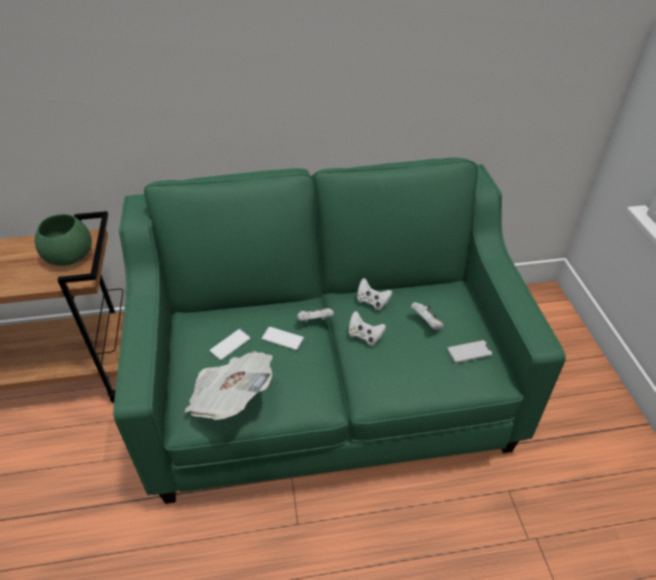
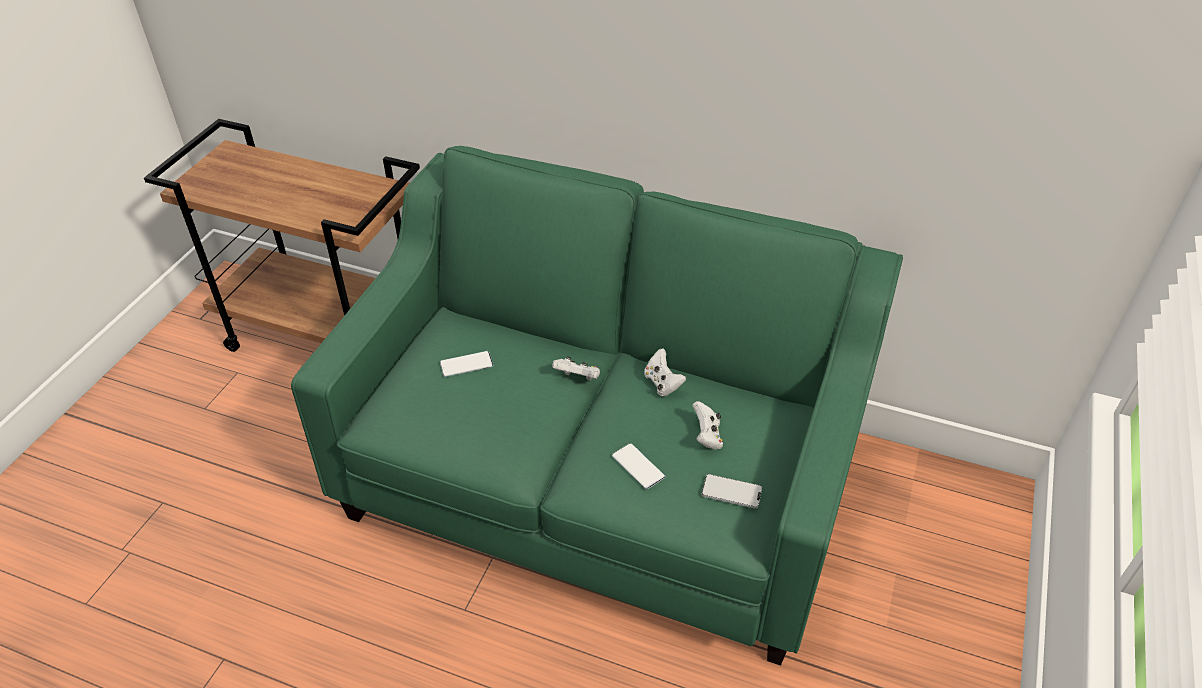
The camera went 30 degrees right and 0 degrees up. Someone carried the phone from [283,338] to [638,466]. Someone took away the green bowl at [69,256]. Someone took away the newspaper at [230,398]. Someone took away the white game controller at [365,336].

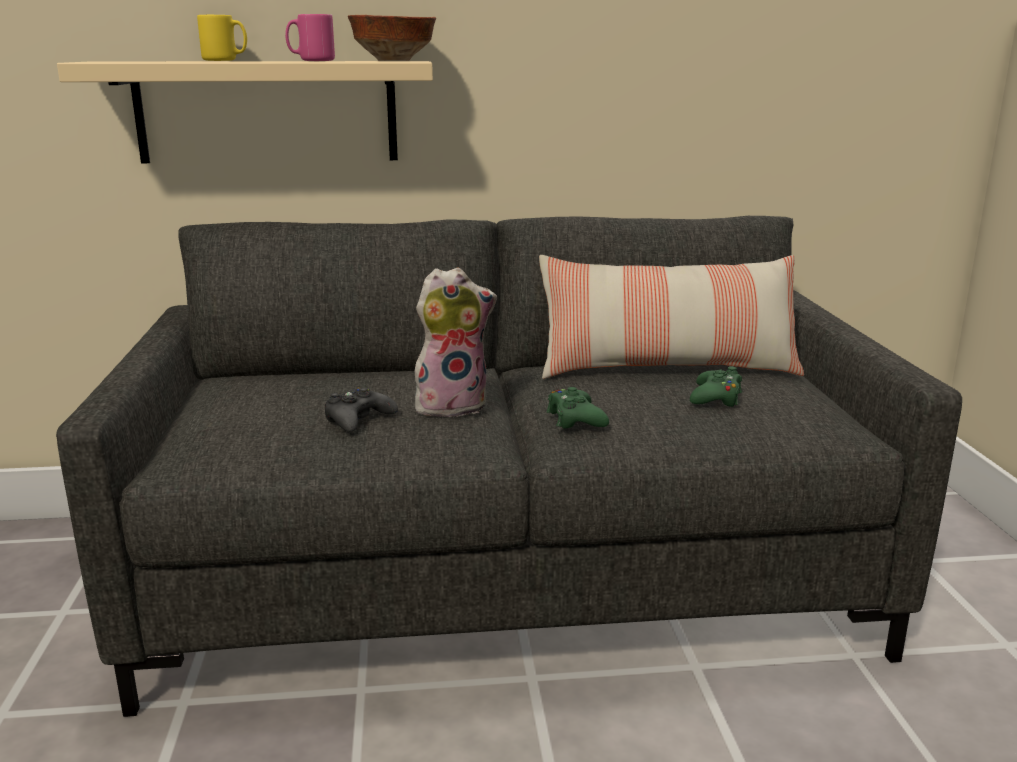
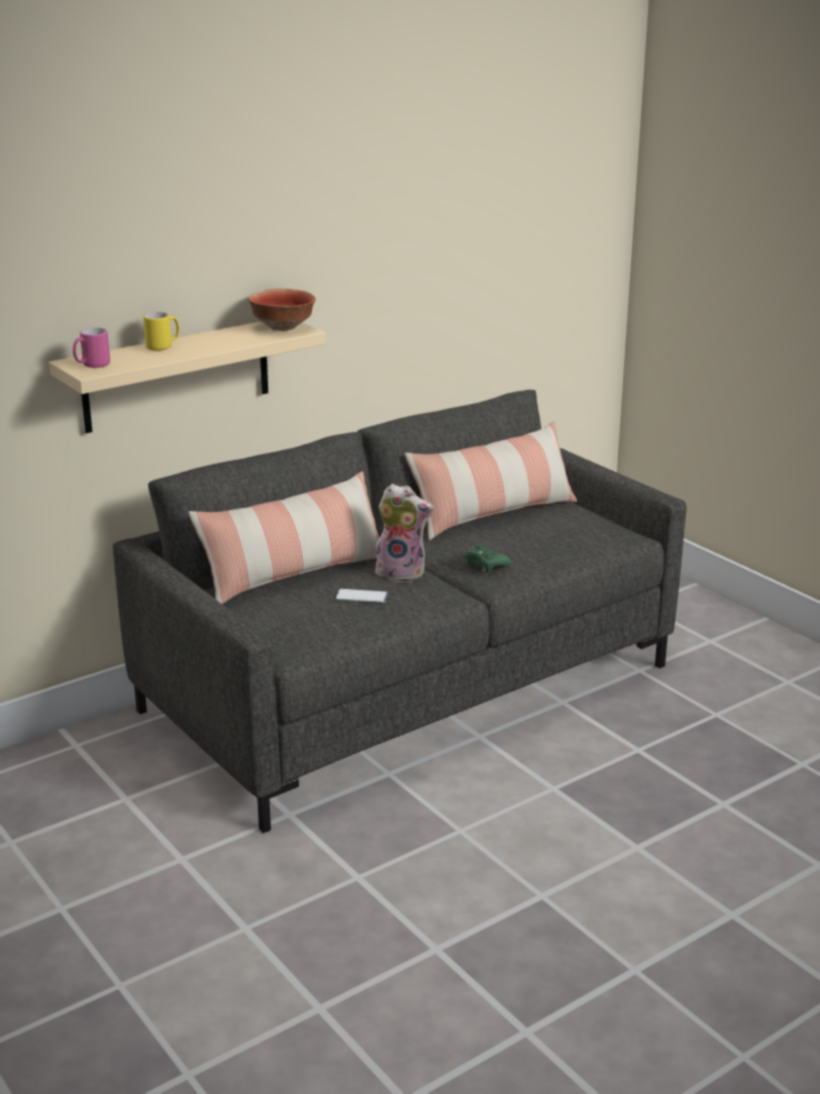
The camera went 30 degrees left and 5 degrees up. Someone carried the pink mug from [311,61] to [92,365]. Someone put down the pillow at [294,574]. Someone swapped the black game controller at [358,419] for the phone at [361,596]. Someone rotated the plush toy at [452,405] by 60 degrees clockwise. Someone took away the green game controller at [716,398].

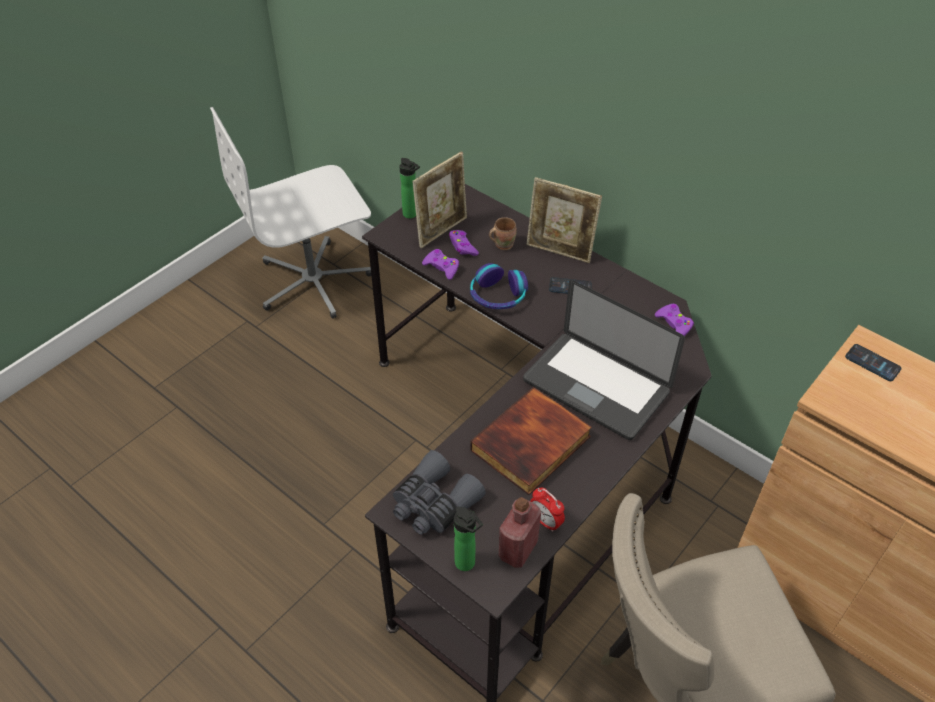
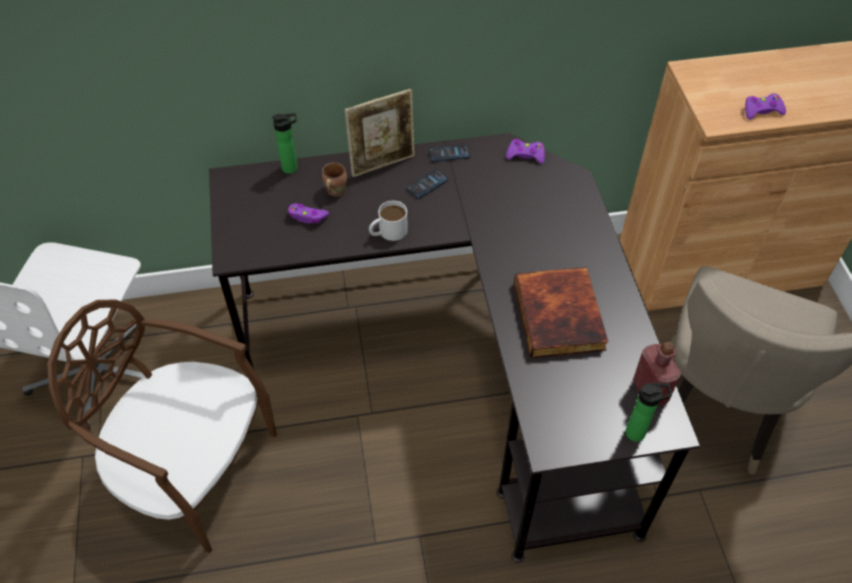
The camera went 50 degrees left and 5 degrees up. Someone put down the brown chair at [194,470]. Someone carried the bottle from [411,215] to [292,168]. Someone swapped the headphones at [498,295] for the white mug at [388,232]. Someone carried the phone from [872,363] to [449,153]. Someone carried the purple game controller from [442,267] to [762,110]. Someone took away the grey binoculars at [433,504]. Someone took away the picture frame at [442,230]. Someone took away the laptop at [596,387]. Someone took away the alarm clock at [545,521].

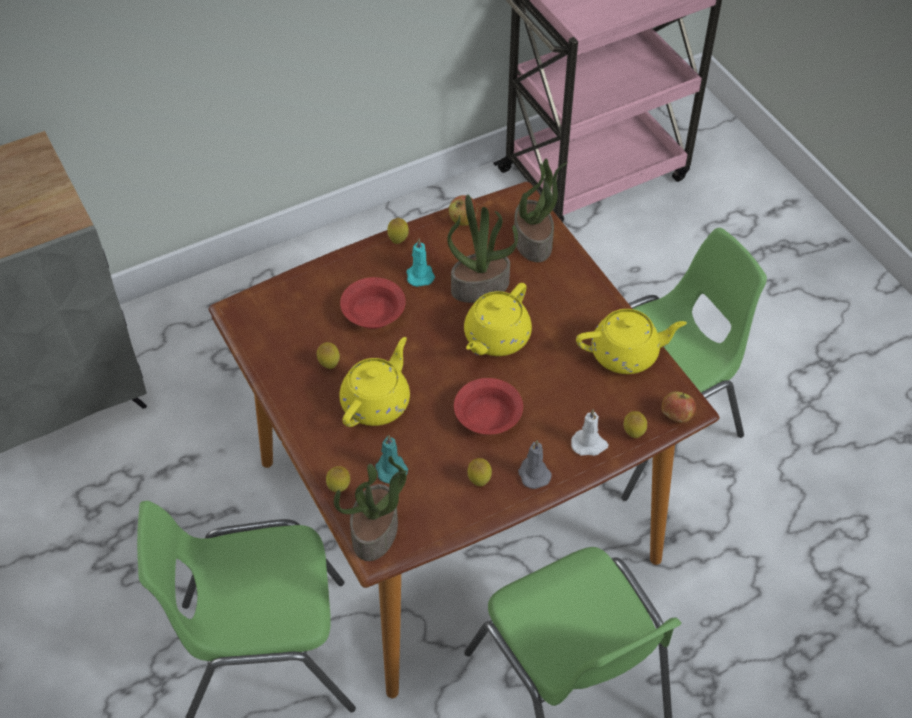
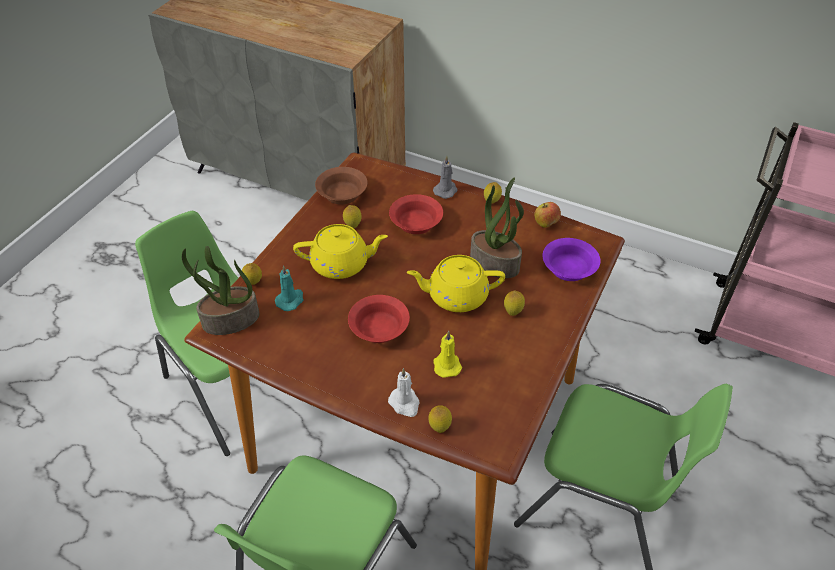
The camera went 55 degrees right and 5 degrees down. Someone put down the brown bowl at [342,195]. Someone carried the grey candle from [533,473] to [446,190]. Someone put down the yellow candle at [446,365]. Someone carried the lemon from [479,481] to [513,312]. Someone swapped the potted plant at [534,241] for the purple bowl at [569,270]. Someone took away the turquoise candle at [419,275]. Someone took away the yellow teapot at [626,354]. Someone took away the apple at [676,416].

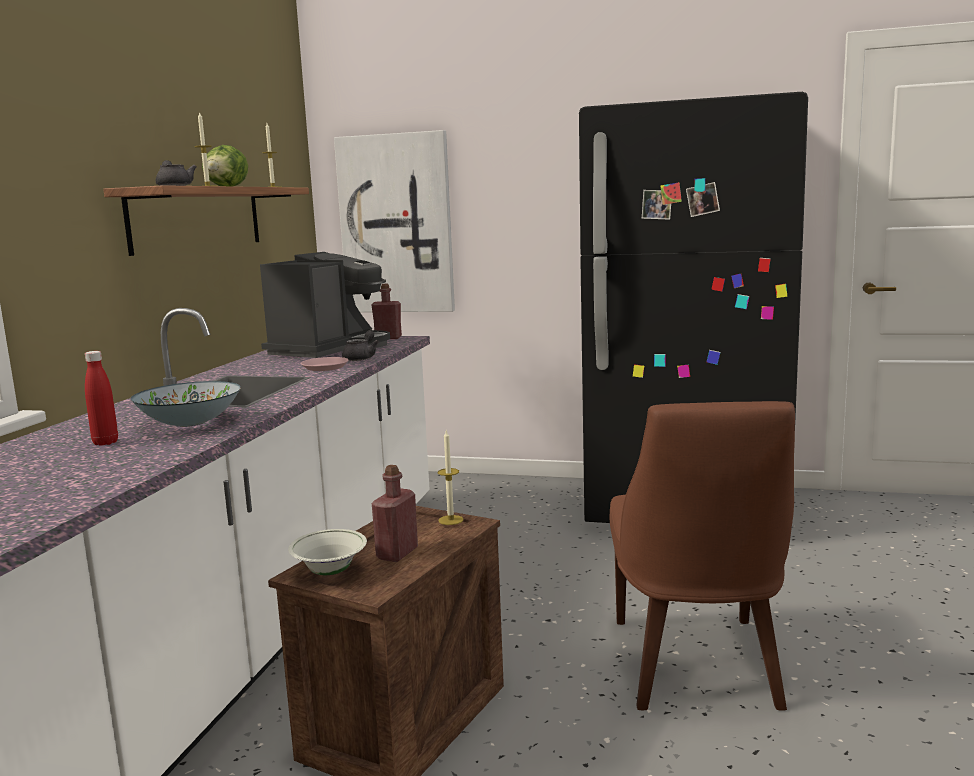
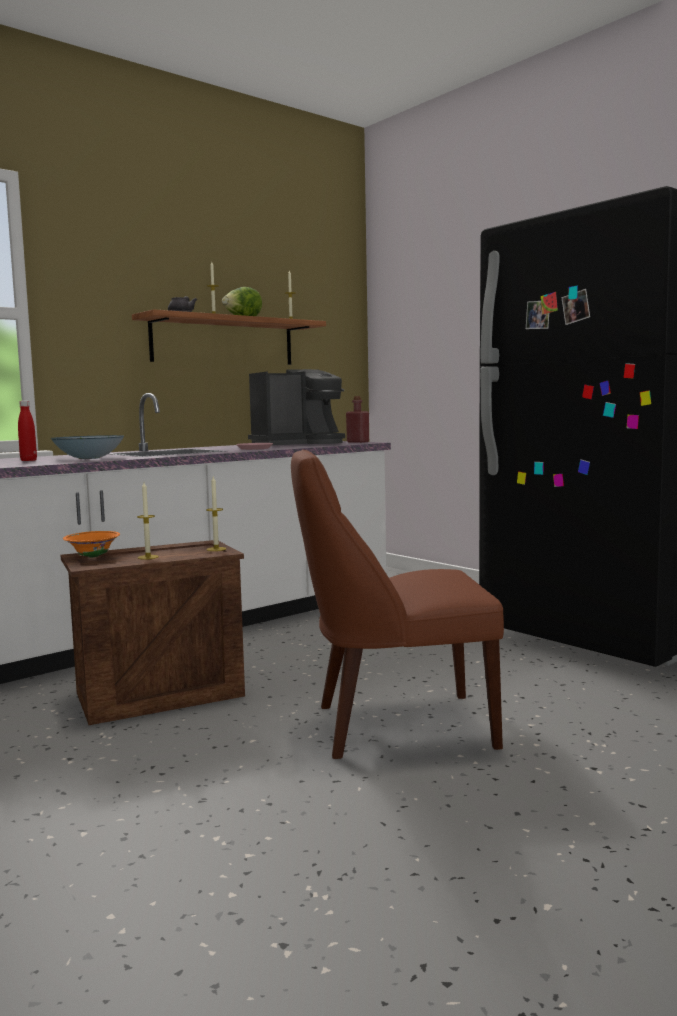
The camera went 35 degrees right and 5 degrees down. Someone repainted the white bowl at [330,572], which became the orange bowl at [93,556]. Someone swapped the red bottle at [397,553] for the candle at [148,557]. Someone rotated the brown chair at [696,667] by 45 degrees clockwise. Someone took away the picture at [396,224]. Someone took away the grey teapot at [361,358].

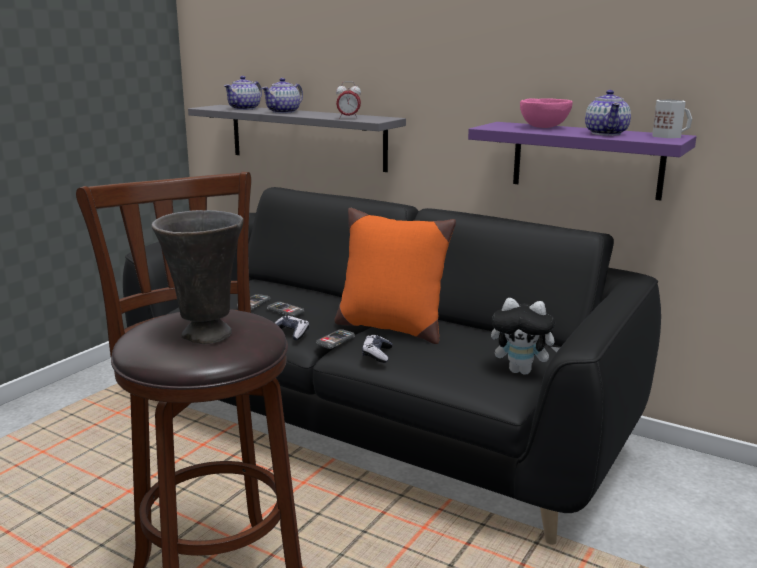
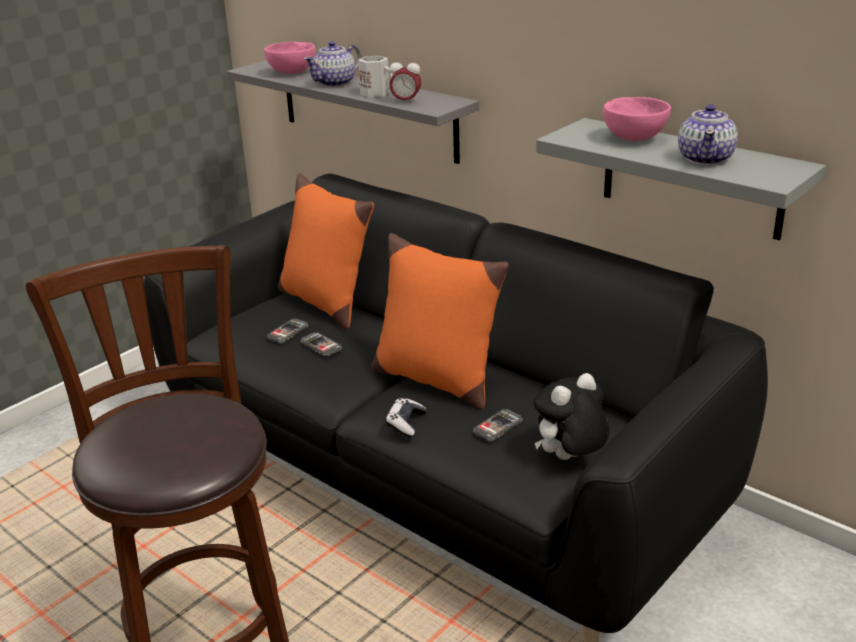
The camera went 10 degrees right and 10 degrees up. Someone swapped the teapot at [245,108] for the pink bowl at [293,73]. Someone put down the orange pillow at [325,302]. Someone carried the white mug from [667,136] to [376,93]. Someone carried the phone from [335,340] to [497,427]. Someone rotated the plush toy at [522,371] by 120 degrees clockwise. Someone repainted the purple shelf at [586,160], which became the grey shelf at [691,178]. Someone took away the grey vase at [206,336]. Someone took away the game controller at [290,333].

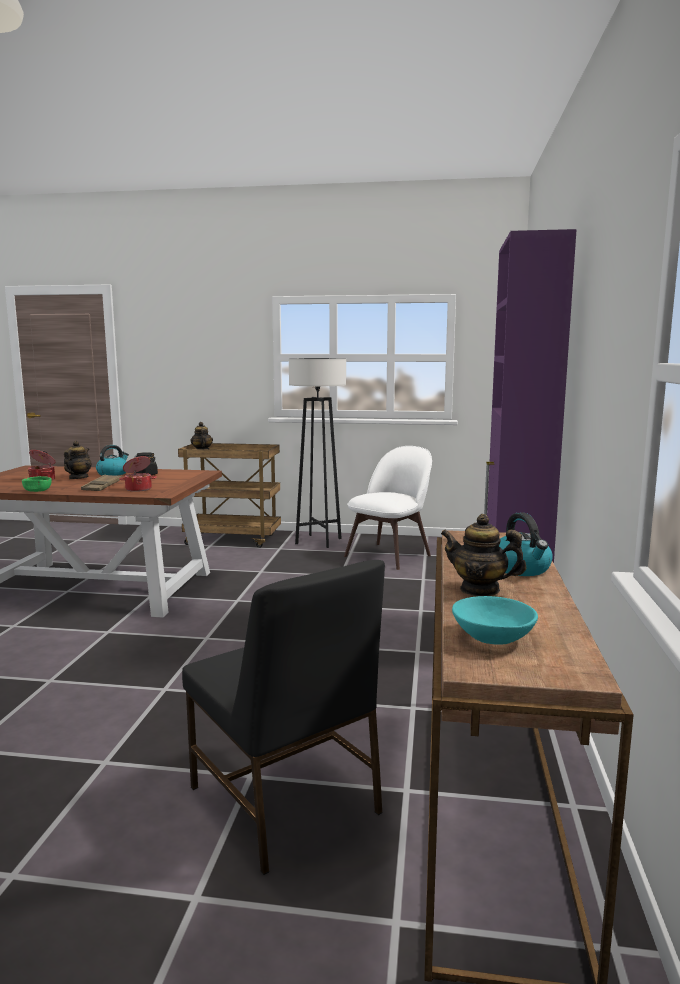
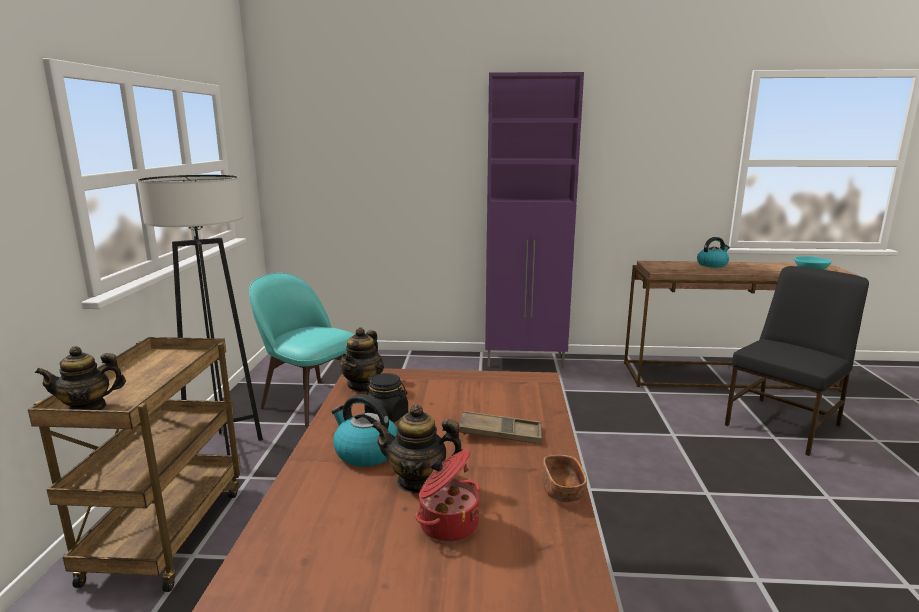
The camera went 95 degrees left and 5 degrees up. Someone repainted the white chair at [389,555], which became the turquoise chair at [310,401]. Someone carried the teapot from [480,590] to [363,385]. Someone repainted the green bowl at [37,490], which became the brown bowl at [563,492]. Someone took away the cooking pot at [138,489].

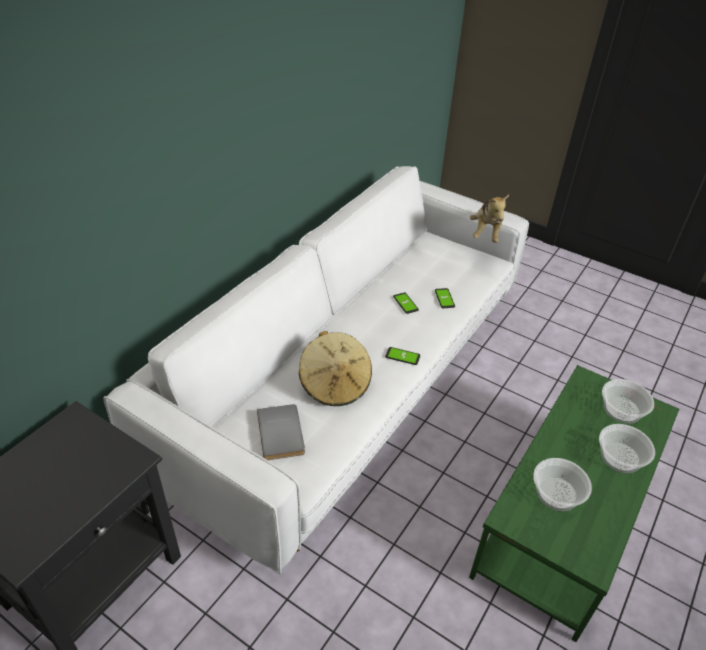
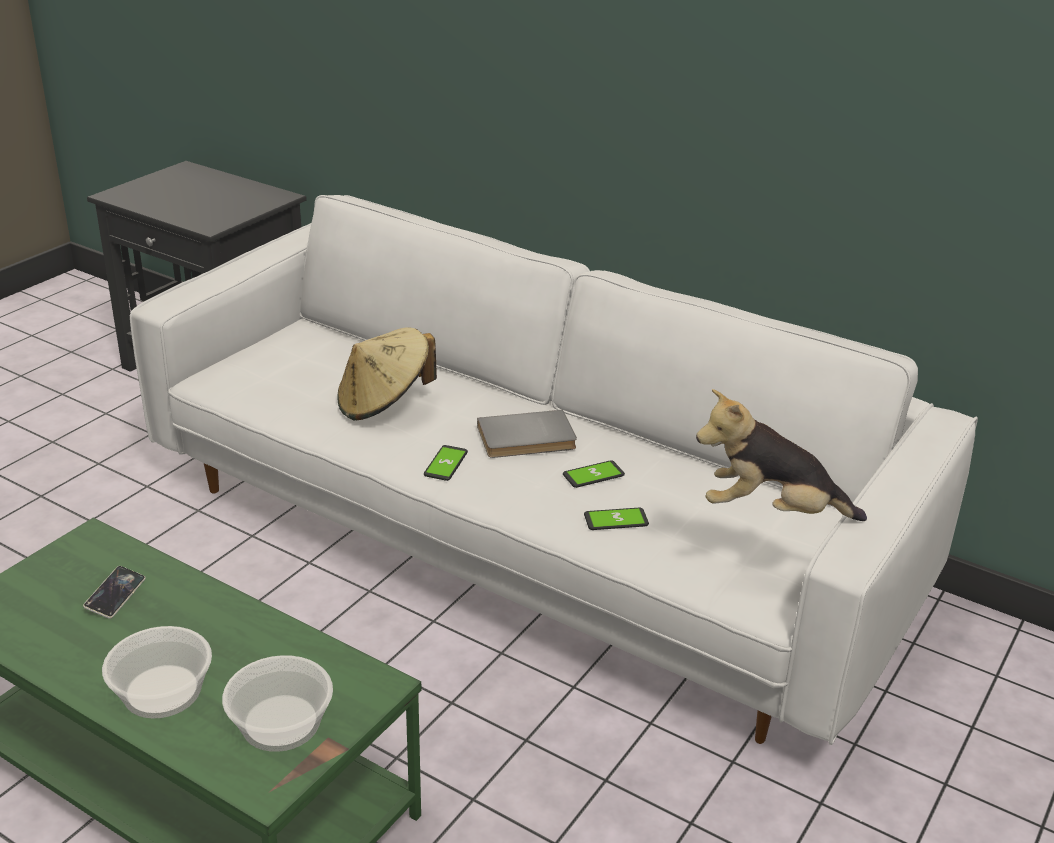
The camera went 90 degrees right and 10 degrees down. Someone swapped the bowl at [556,493] for the phone at [115,595]. Someone carried the grey book from [283,433] to [527,439].

